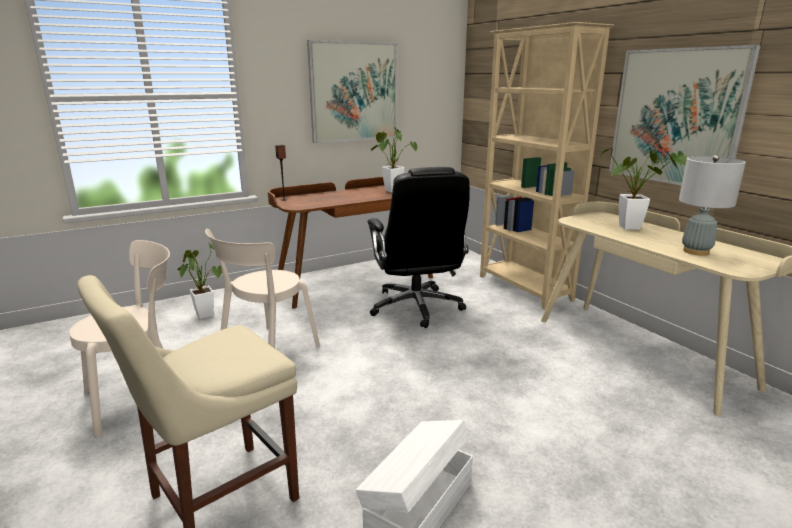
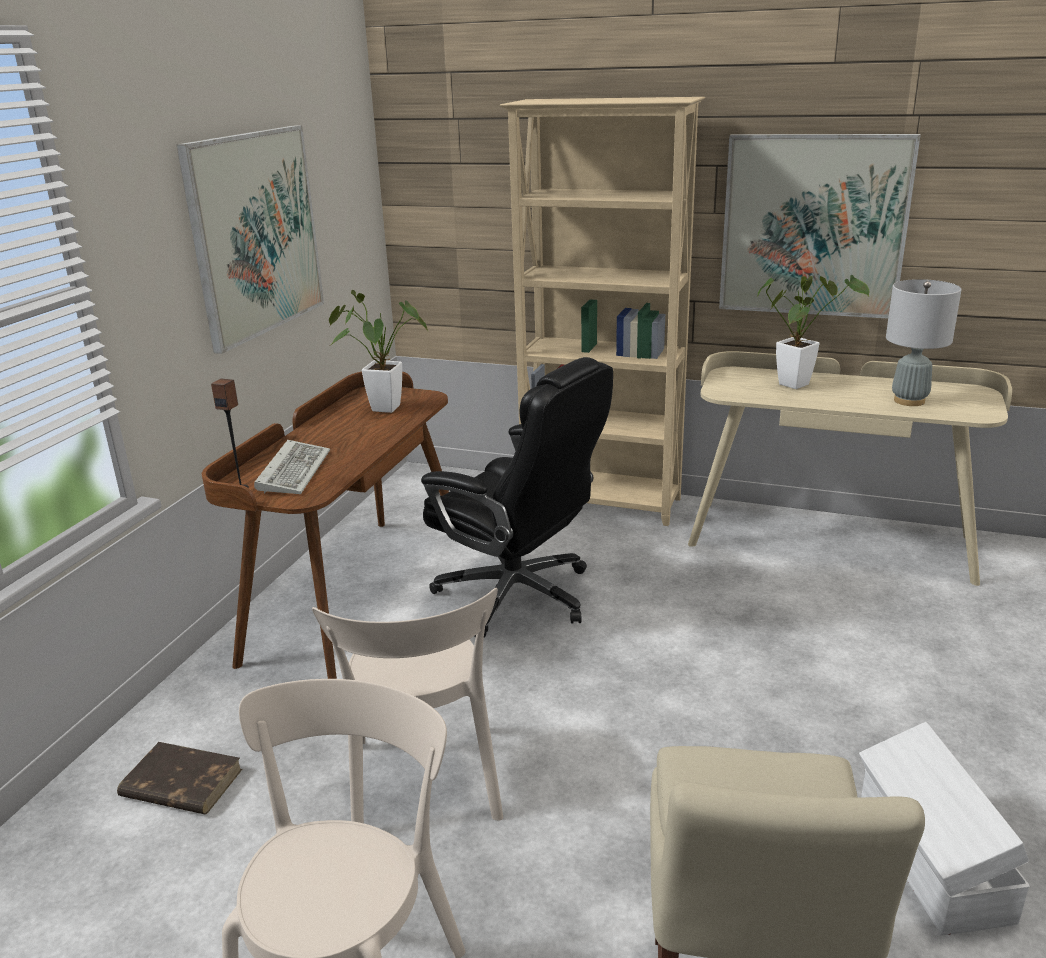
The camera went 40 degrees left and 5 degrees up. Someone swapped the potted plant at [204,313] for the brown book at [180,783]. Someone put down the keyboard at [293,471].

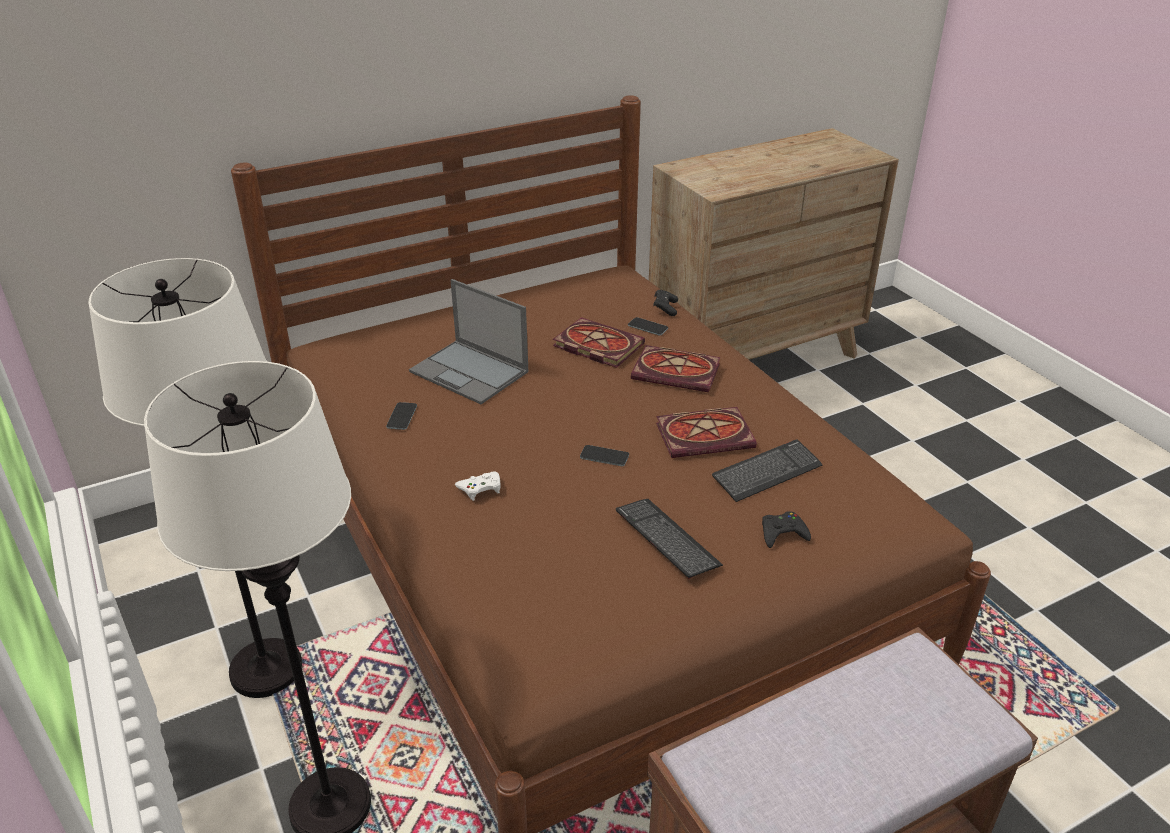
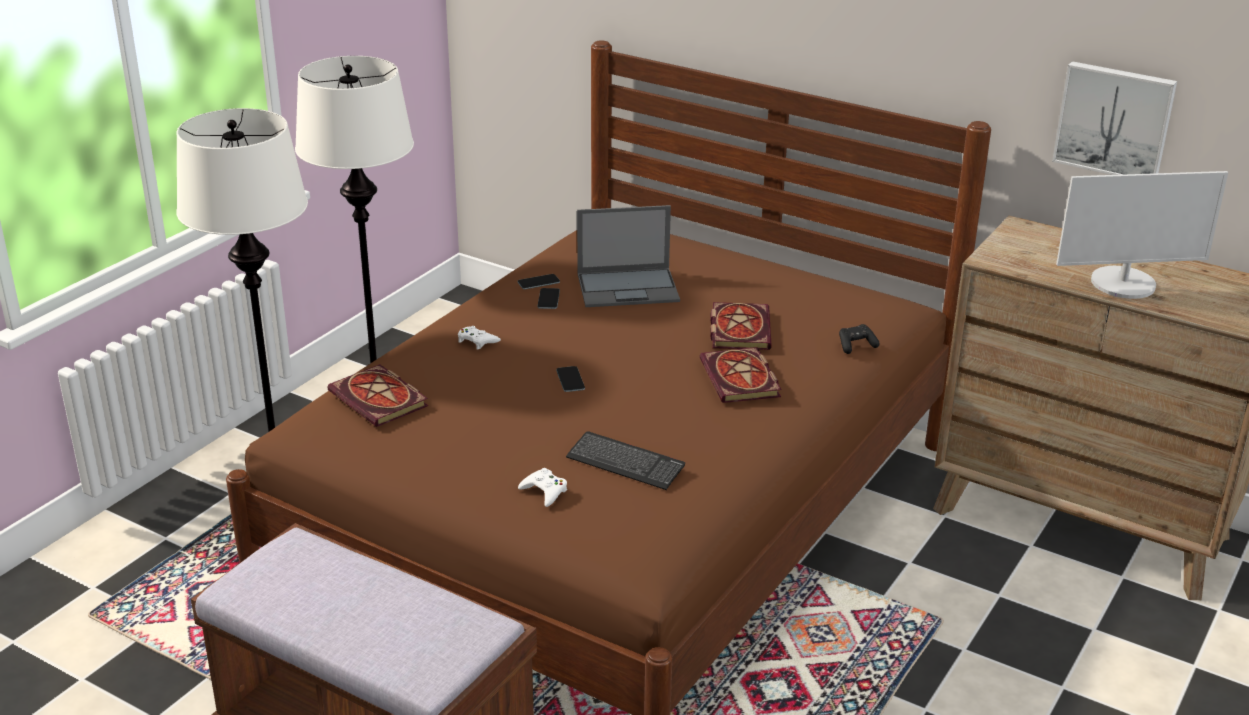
The camera went 60 degrees right and 5 degrees down. Someone carried the book from [706,435] to [381,400]. Someone repainted the black game controller at [782,533], which became the white game controller at [545,491]. Someone carried the phone from [648,327] to [548,299]. Someone rotated the laptop at [470,372] by 105 degrees counterclockwise. Someone put up the picture at [1114,120]. Someone put down the monitor at [1124,284]. Someone took away the keyboard at [667,539].

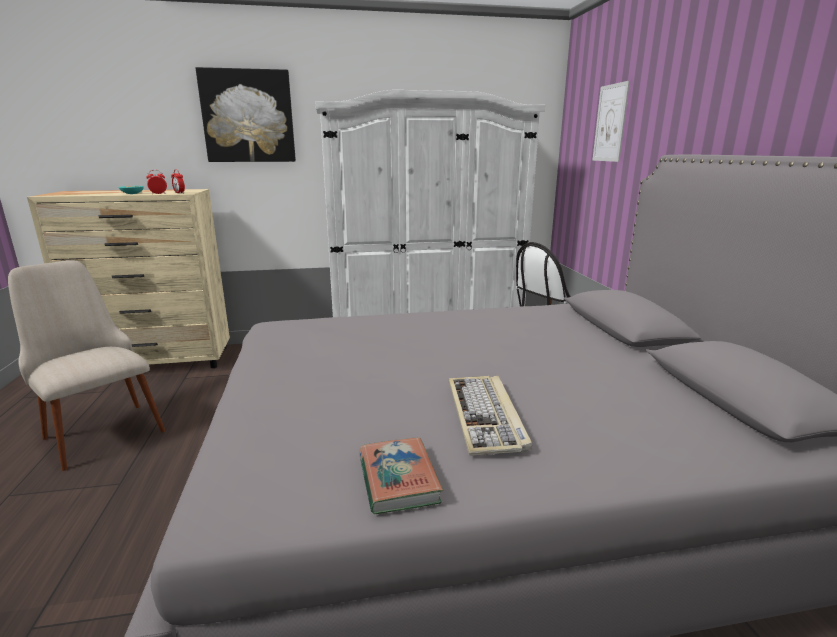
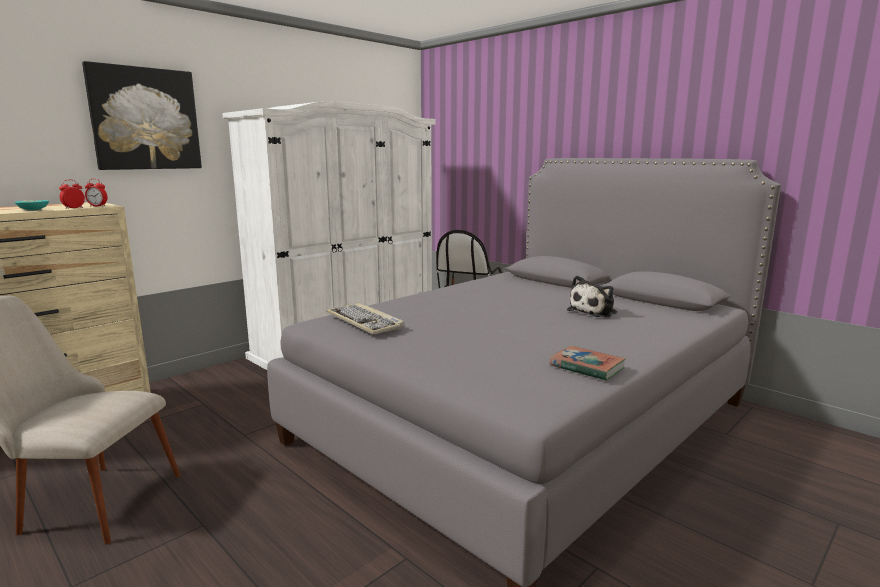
The camera went 35 degrees left and 5 degrees down. Someone carried the keyboard from [486,416] to [365,321]. Someone put down the plush toy at [594,311]. Someone took away the picture at [610,123].

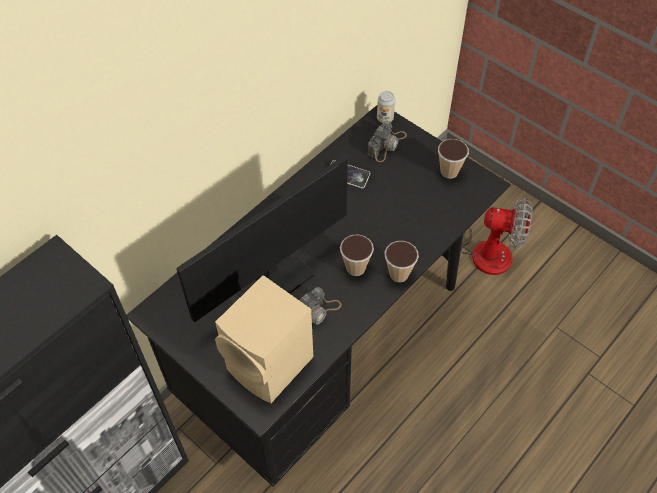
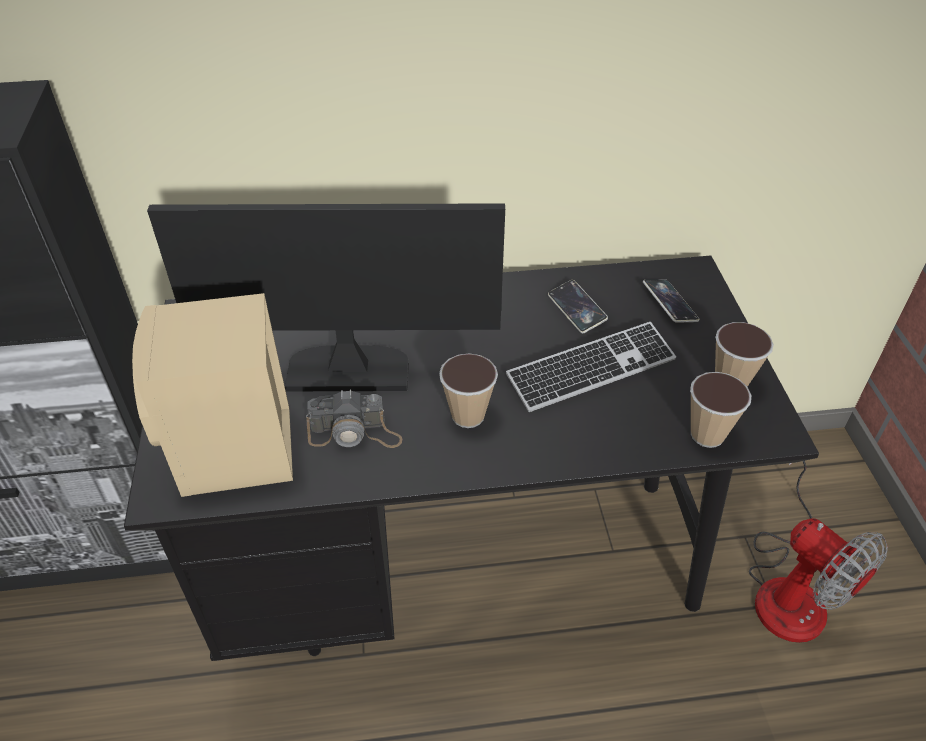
The camera went 40 degrees right and 10 degrees down. Someone put down the keyboard at [591,369]. Someone swapped the photo camera at [387,144] for the phone at [669,304]. Someone carried the cup from [399,274] to [707,435]. Someone took away the can at [385,118].

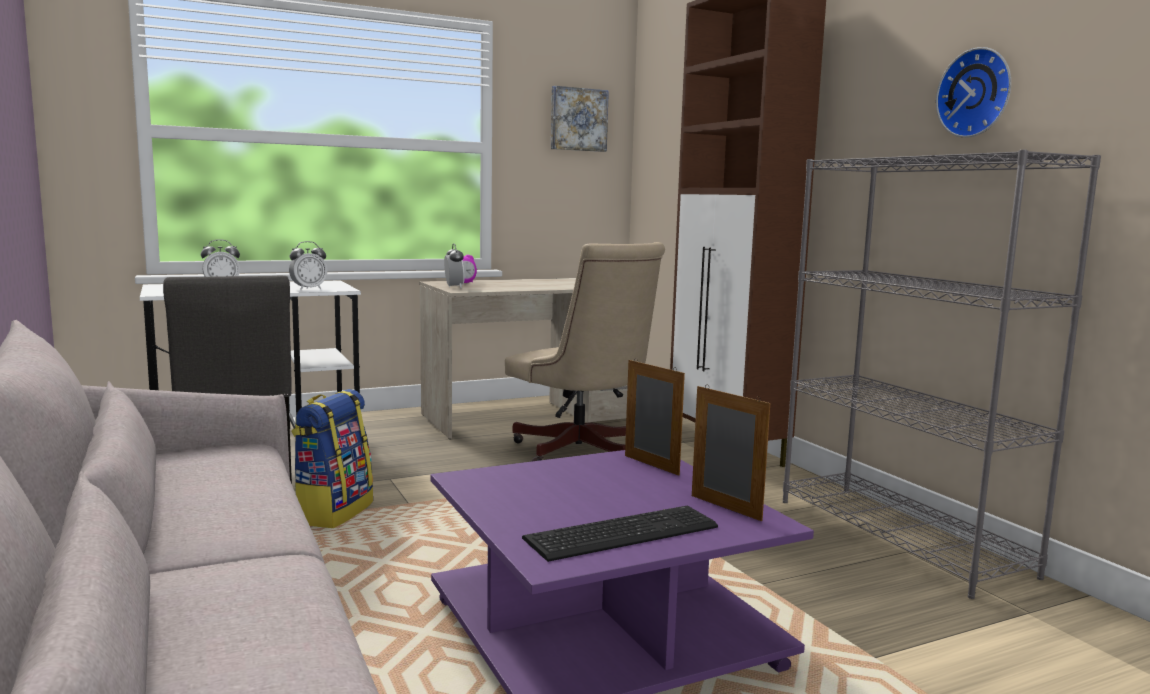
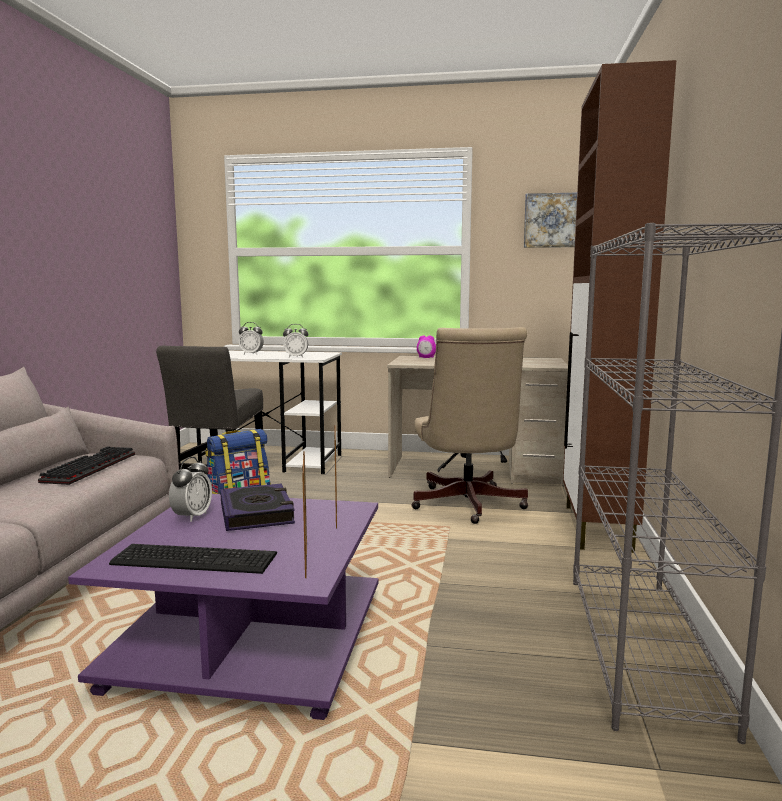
The camera went 35 degrees right and 0 degrees up. Someone put down the keyboard at [89,467]. Someone carried the alarm clock from [454,287] to [192,516]. Someone put down the book at [256,513]. Someone took away the wall clock at [977,93].

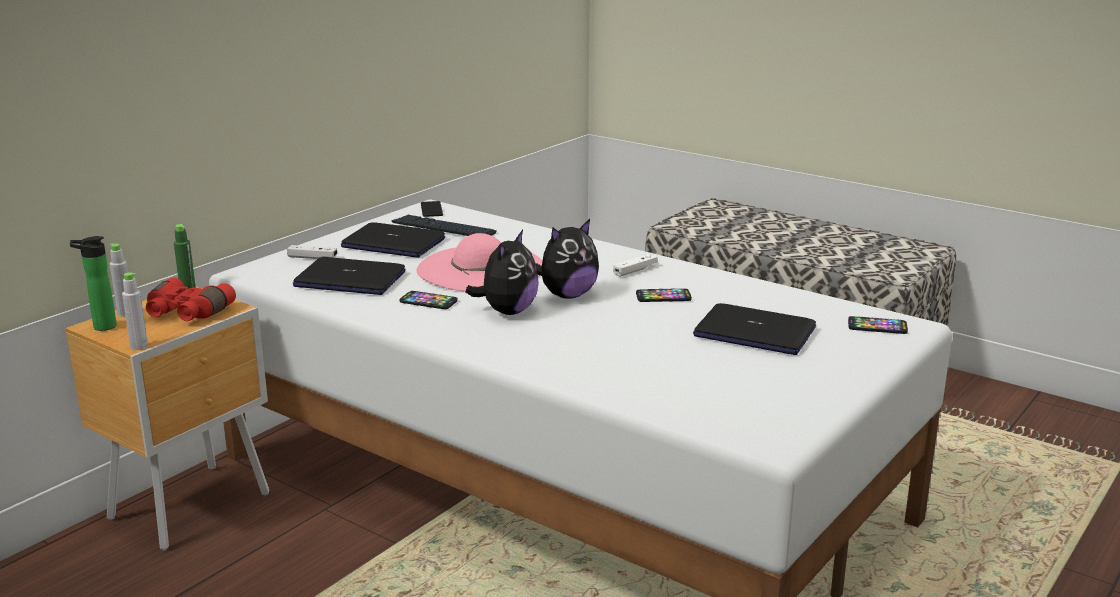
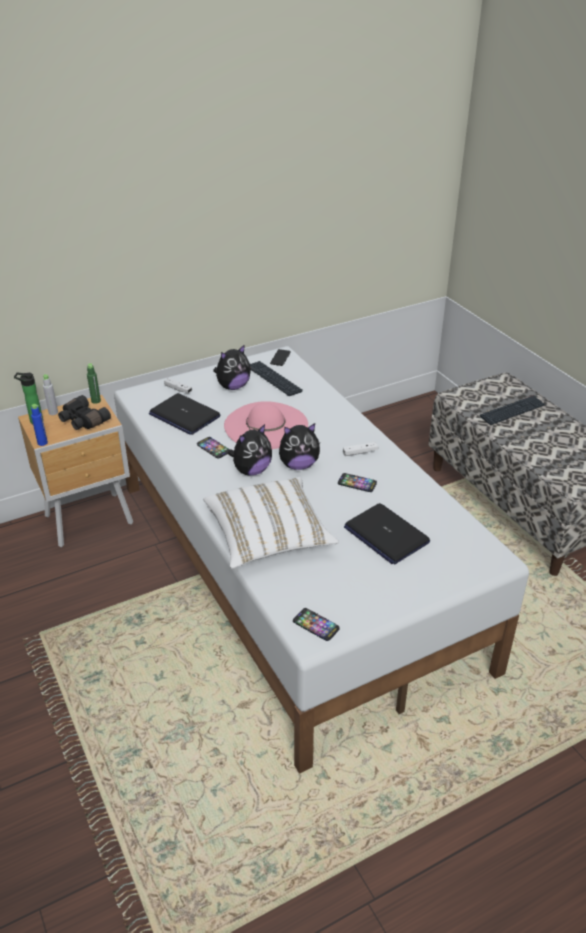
The camera went 25 degrees right and 15 degrees up. Someone repainted the grey bottle at [139,346], which became the blue bottle at [42,443]. Someone repainted the red binoculars at [186,313], which became the black binoculars at [82,421]. Someone put down the white pillow at [268,537]. Someone swapped the laptop at [392,243] for the plush toy at [233,386]. Someone carried the phone from [877,326] to [316,625]. Someone put down the keyboard at [512,411].

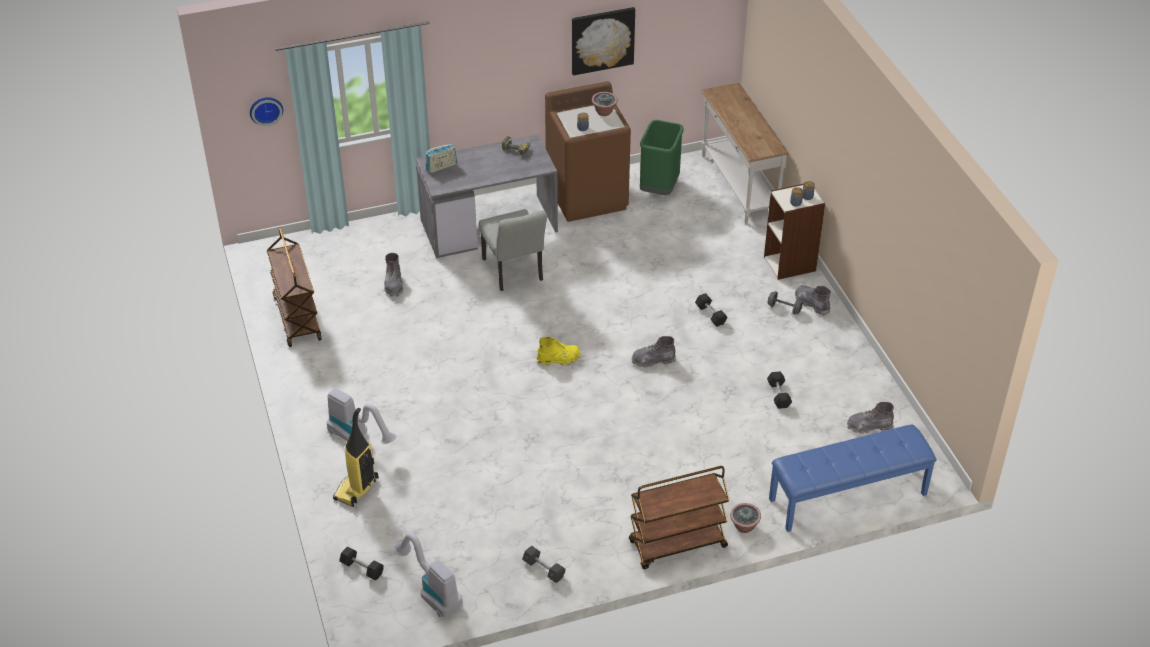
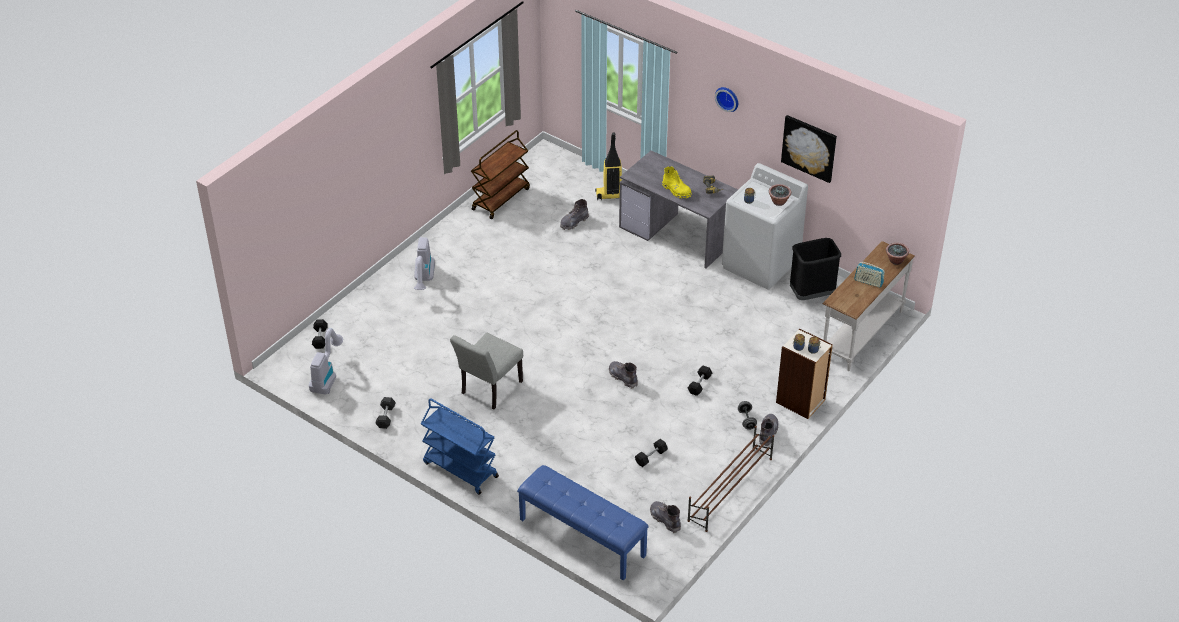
The camera went 55 degrees right and 0 degrees up. Someone repainted the brown cart at [677,545], which became the blue cart at [460,469]. Someone carried the grey chair from [514,273] to [488,390]. Someone carried the vacuum cleaner from [356,490] to [611,195]. Someone carried the yellow boot from [559,359] to [676,191]. Someone put down the brown shoe rack at [729,490]. Someone carried the wall clock from [265,109] to [728,98]. Someone repainted the brown washing machine at [587,196], which became the white washing machine at [761,264]. Someone repainted the green trash can at [659,187], which became the black trash can at [811,294]. Someone carried the radio from [441,167] to [868,282]. Someone carried the potted plant from [744,527] to [895,260].

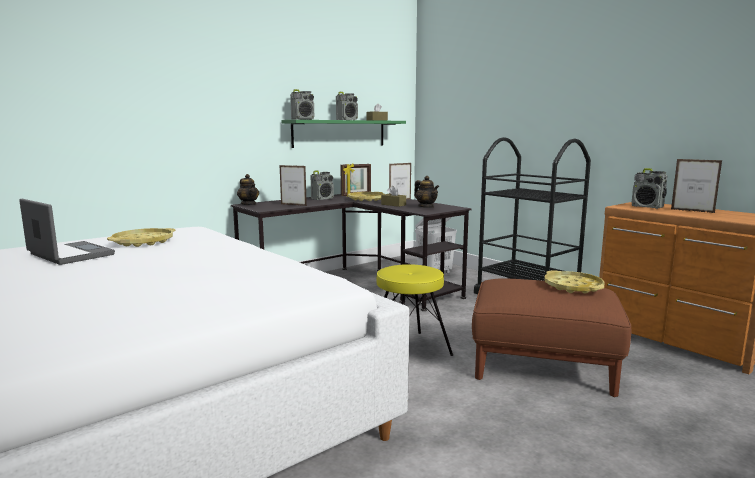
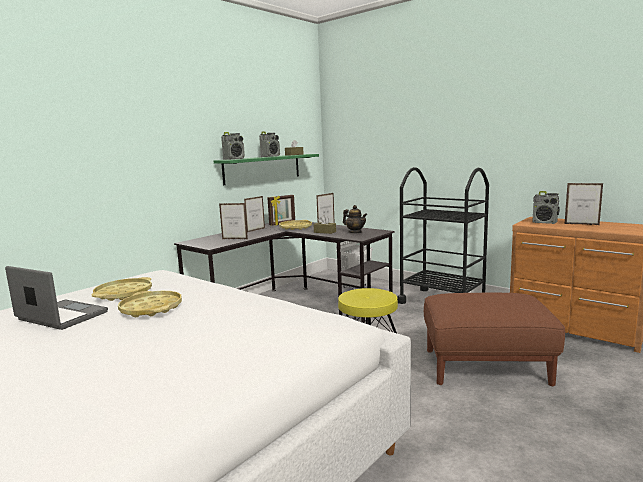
The camera went 10 degrees left and 0 degrees up. Someone carried the yellow tray from [573,287] to [151,309]. Someone swapped the radio at [323,199] for the picture frame at [256,230]. Someone took away the teapot at [248,204].

